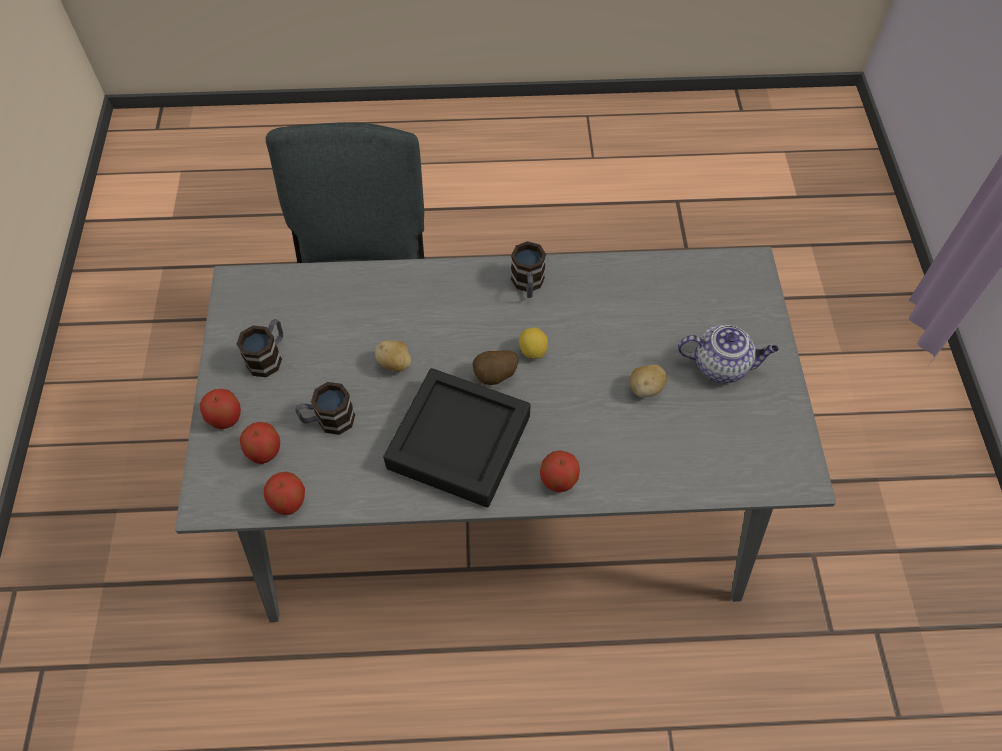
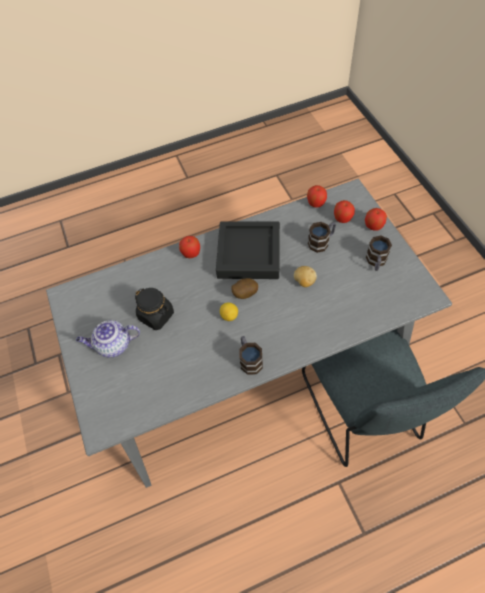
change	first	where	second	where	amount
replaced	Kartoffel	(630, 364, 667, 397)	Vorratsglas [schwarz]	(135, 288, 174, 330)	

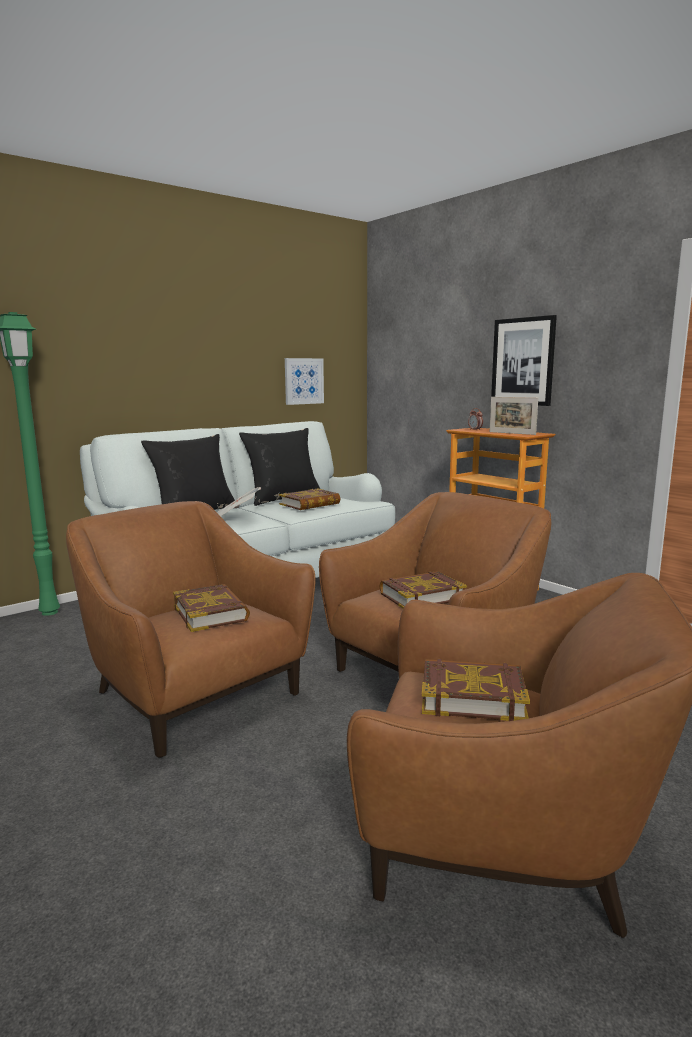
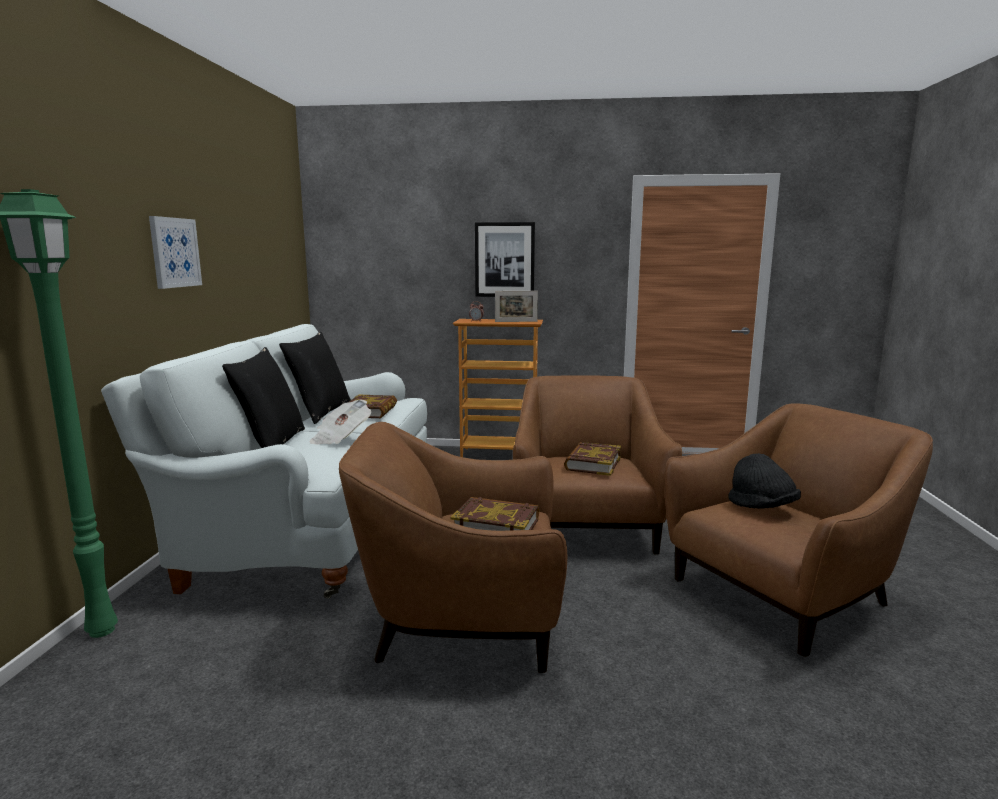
change	first	where	second	where	amount
moved	Bild	(285, 358, 324, 405)		(149, 216, 202, 289)	
replaced	Buch	(422, 659, 530, 721)	Hut [schwarz]	(728, 453, 801, 509)	

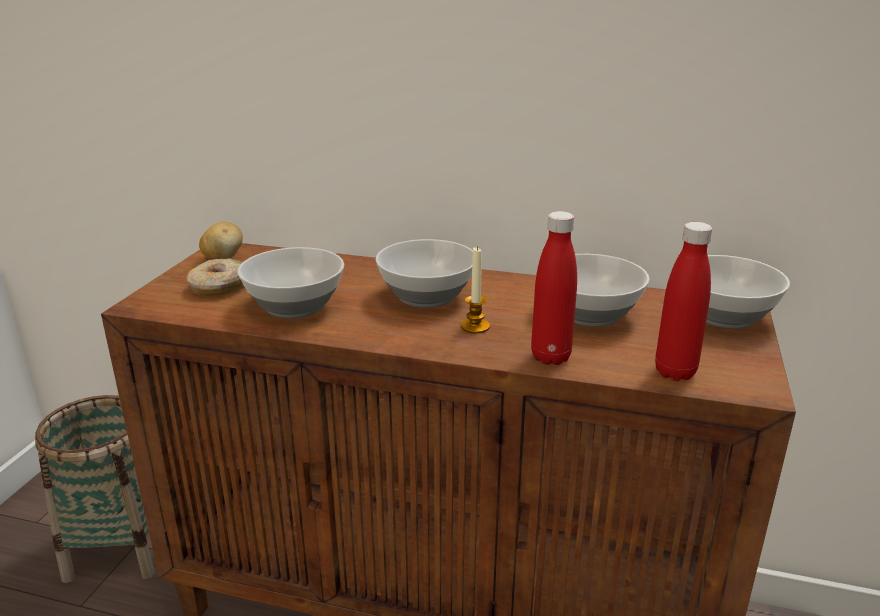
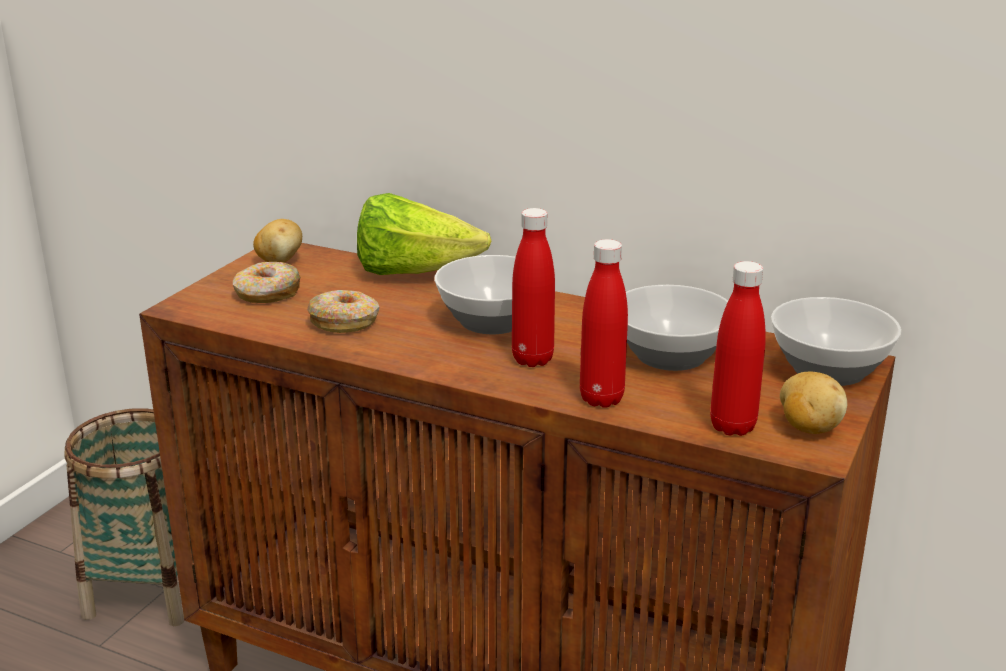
change	first	where	second	where	amount
replaced	Schüssel	(238, 247, 344, 319)	Donut	(307, 290, 379, 333)	
added			Salatkopf	(357, 193, 491, 275)	
replaced	Kerze	(461, 246, 490, 334)	Flasche [rot]	(512, 208, 555, 367)	
added			Kartoffel	(780, 372, 847, 434)	

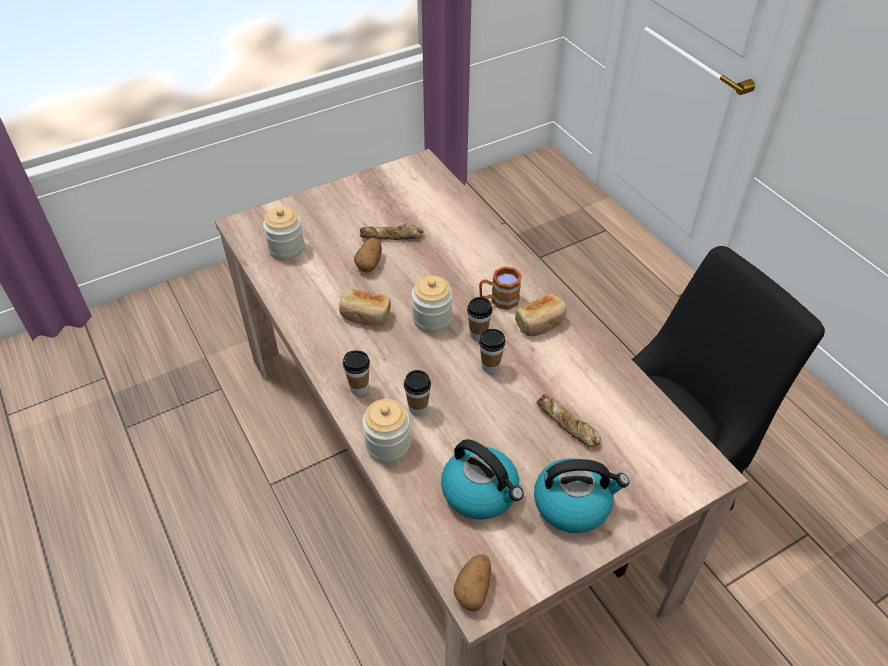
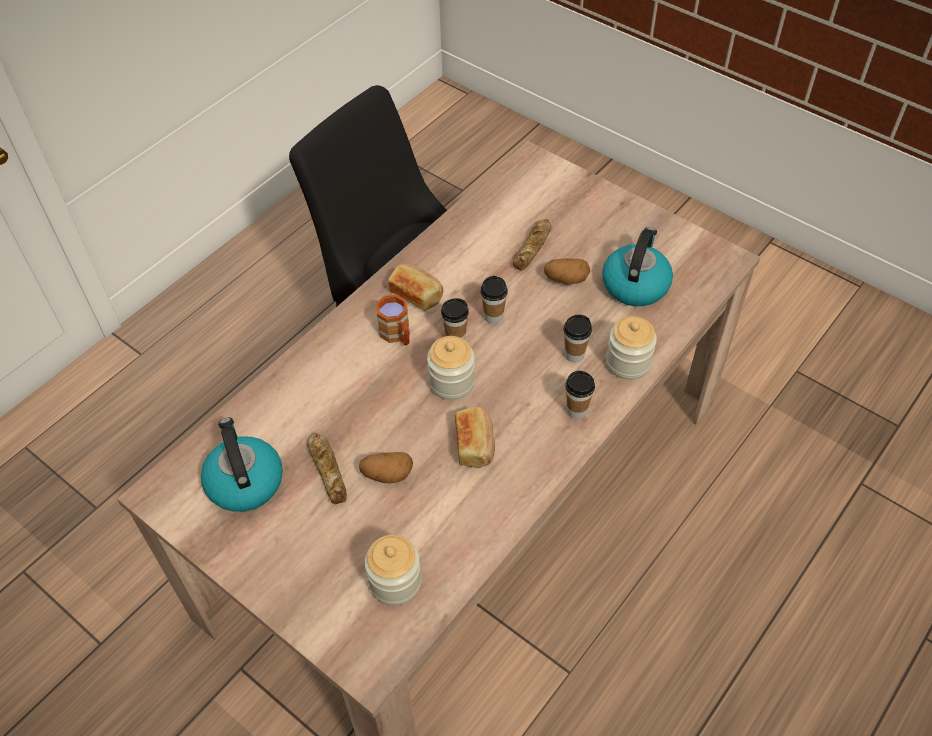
change	first	where	second	where	amount
moved	Wasserkessel	(534, 458, 629, 533)		(201, 418, 283, 512)	
moved	Kartoffel	(454, 554, 491, 612)		(544, 258, 590, 284)	

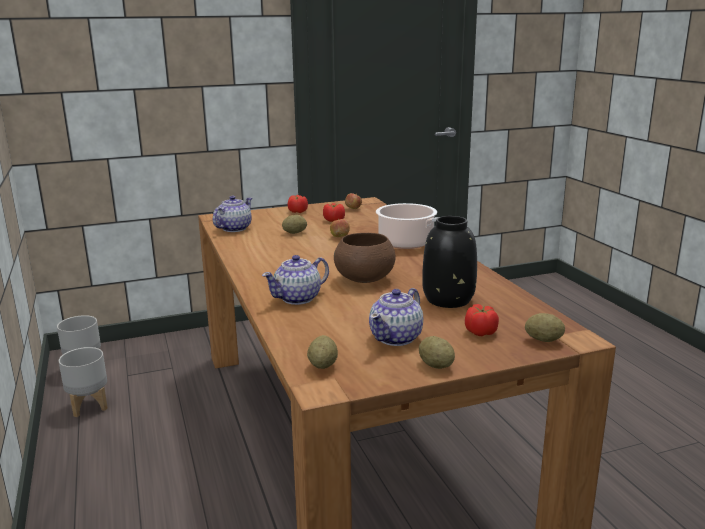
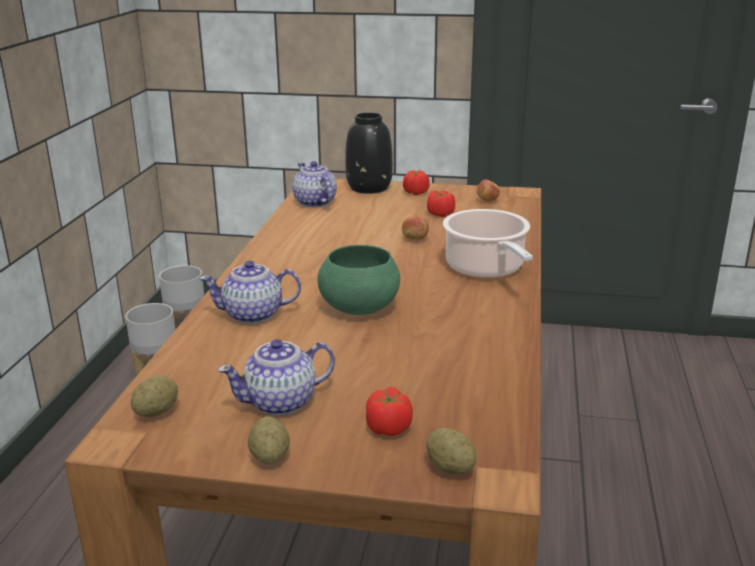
change	first	where	second	where	amount
turned	Teekanne	(213, 196, 252, 232)		(292, 161, 337, 207)	90 degrees counterclockwise
recoloured	Schüssel [braun]	(334, 233, 396, 283)	Schüssel [grün]	(317, 245, 400, 315)	
moved	Vase [schwarz]	(422, 216, 477, 308)		(345, 112, 393, 194)	
removed	Kartoffel	(282, 215, 307, 234)			

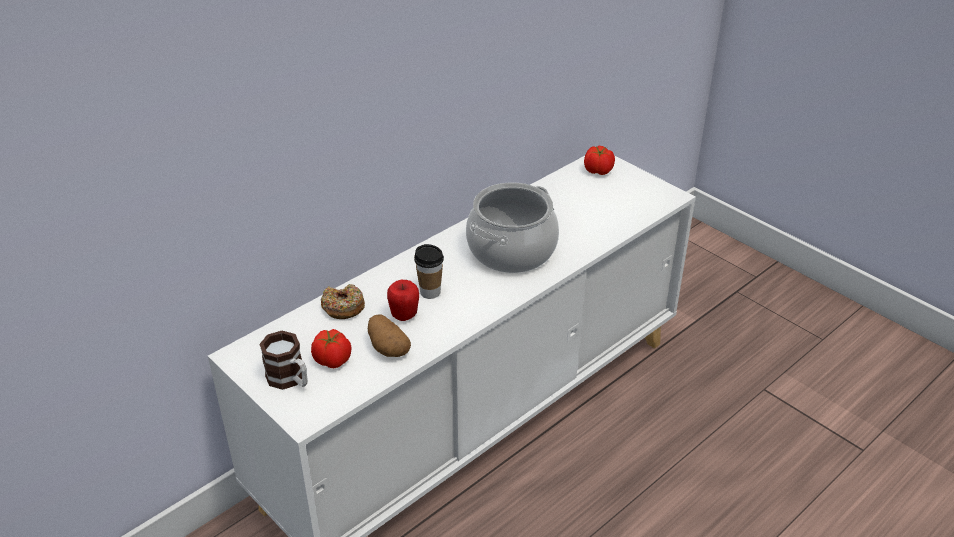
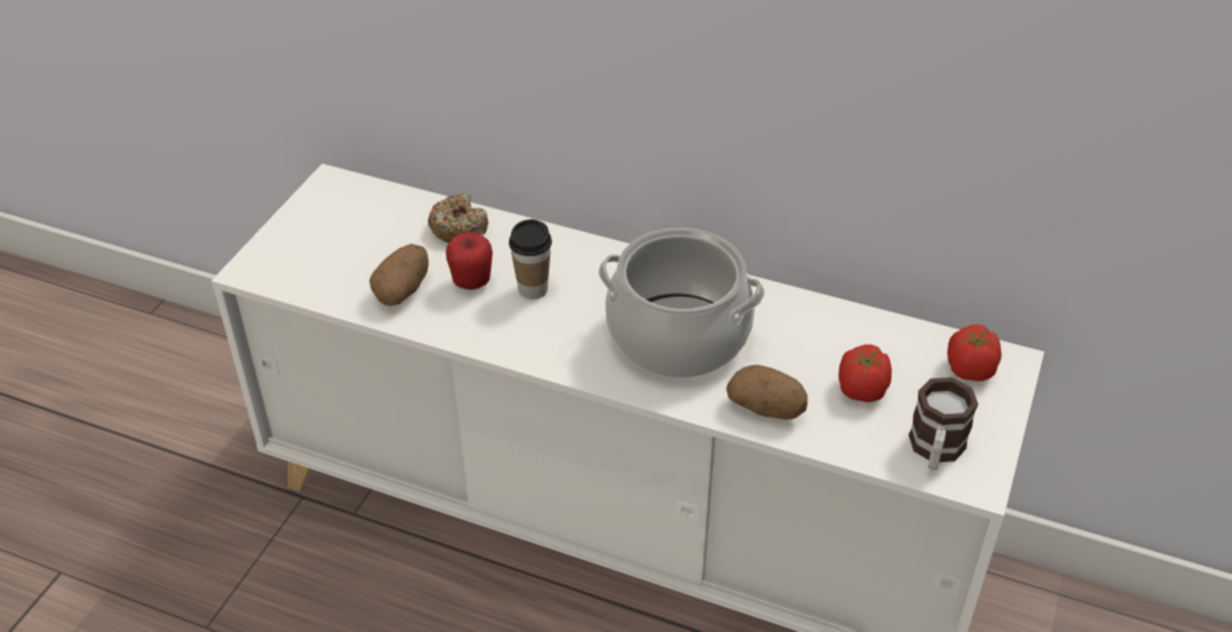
change	first	where	second	where	amount
added			Kartoffel	(726, 365, 808, 420)	
moved	Tomate	(311, 329, 351, 368)		(838, 345, 892, 402)	
moved	Henkelbecher	(259, 331, 308, 390)		(909, 377, 978, 470)	

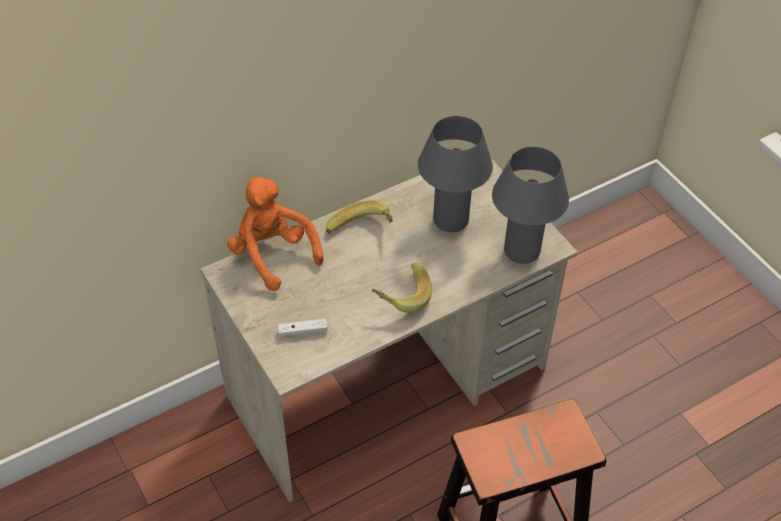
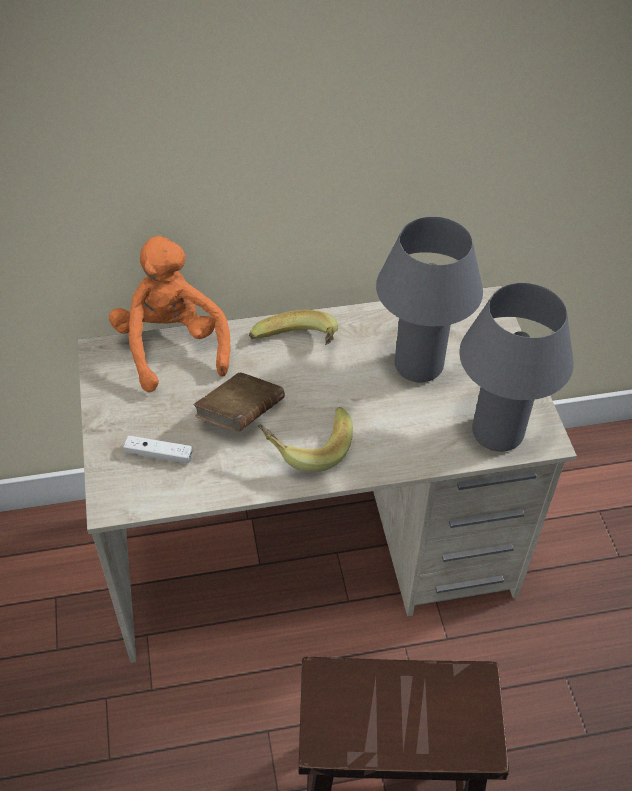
change	first	where	second	where	amount
added			Buch [braun]	(194, 372, 285, 431)	

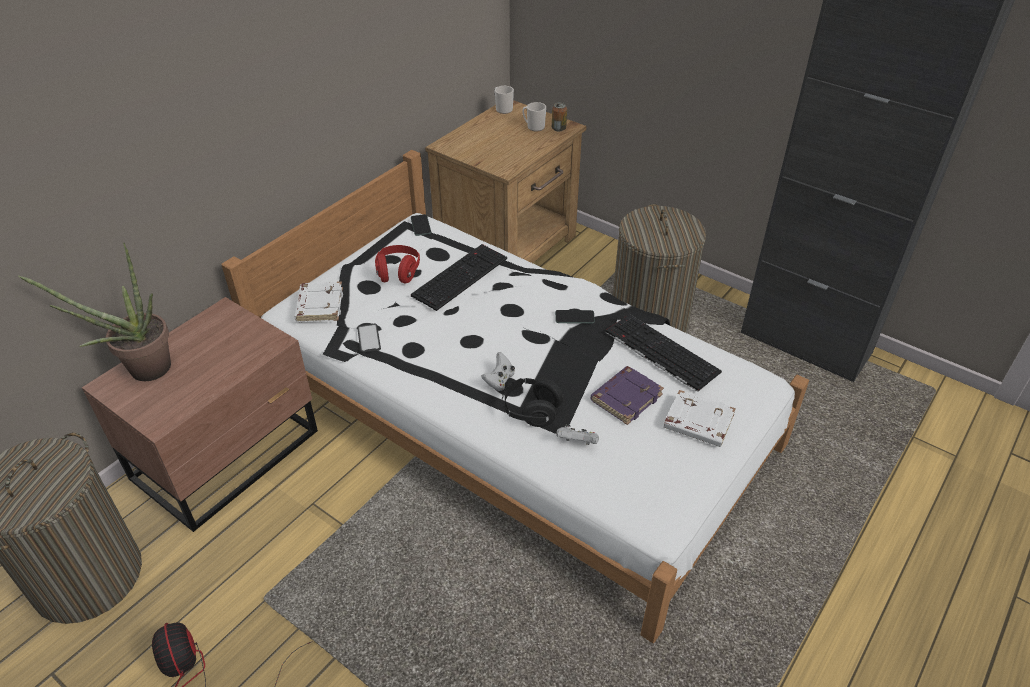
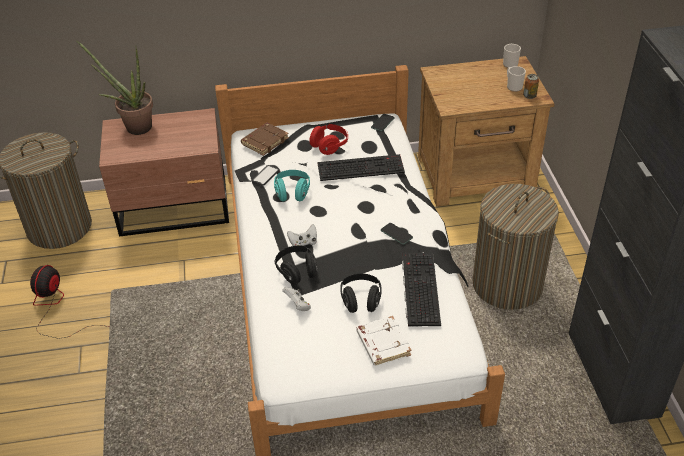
change	first	where	second	where	amount
recoloured	Buch [weiß]	(294, 281, 343, 322)	Buch [braun]	(241, 123, 289, 156)	
added			Kopfhörer [türkis]	(274, 170, 310, 202)	
replaced	Buch [lila]	(590, 366, 664, 425)	Kopfhörer [schwarz]	(340, 274, 382, 313)	

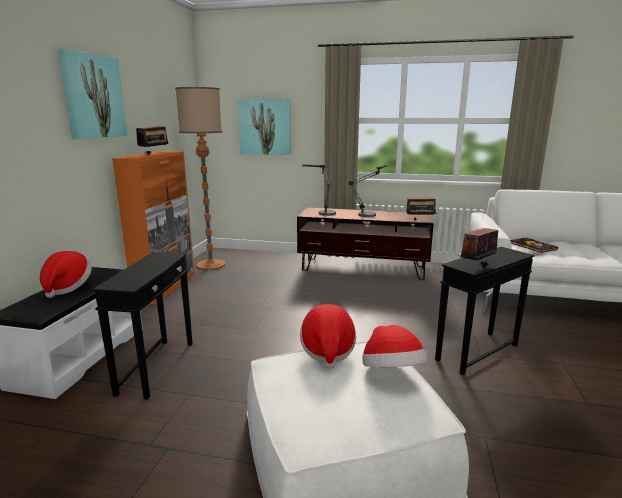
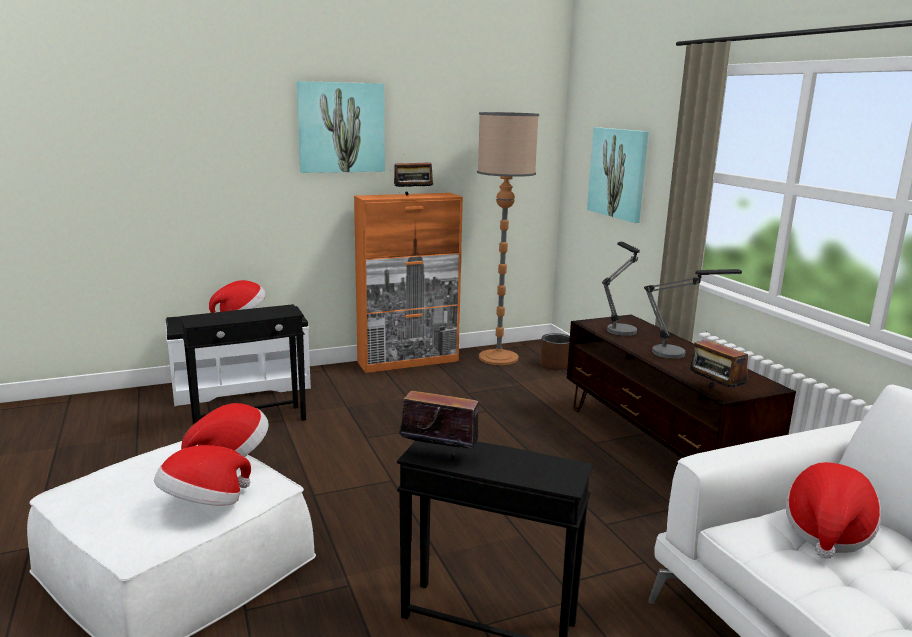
change	first	where	second	where	amount
added			Pflanzkübel [braun]	(540, 333, 570, 370)	
replaced	Buch	(510, 237, 558, 253)	Hut	(785, 462, 881, 559)	

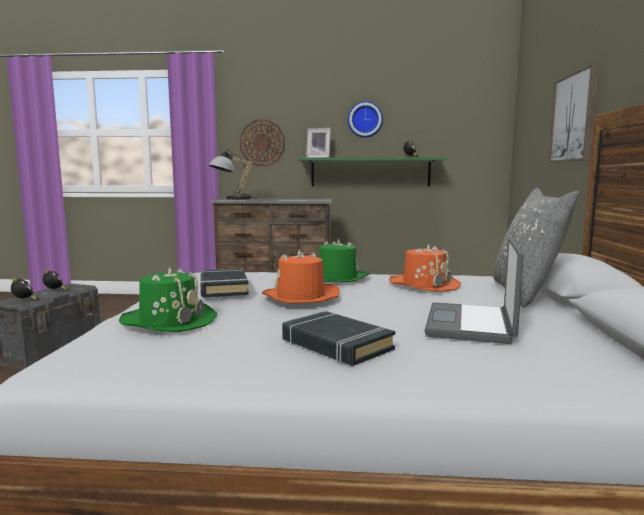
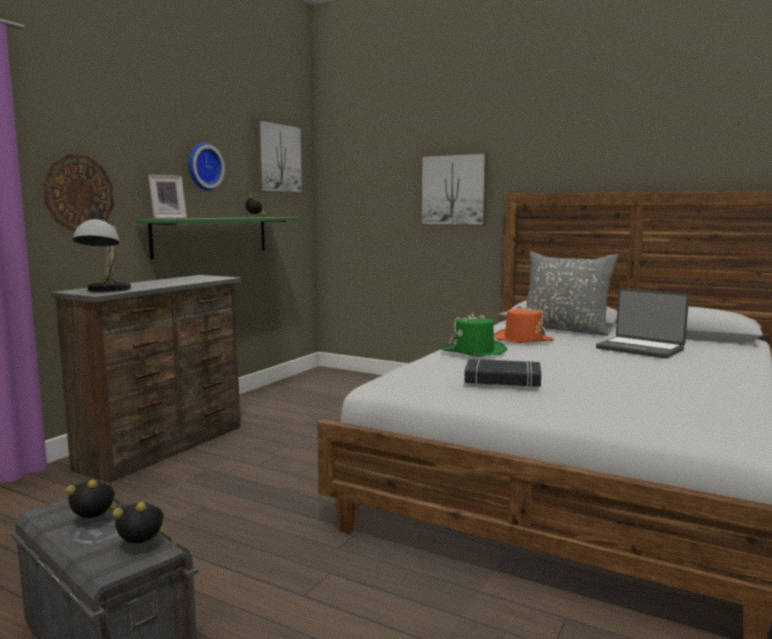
change	first	where	second	where	amount
added			Bild	(255, 118, 304, 194)	
removed	Hut [grün]	(119, 267, 217, 332)			
removed	Hut [orange]	(262, 250, 340, 304)			
removed	Buch [schwarz]	(282, 311, 395, 366)			

